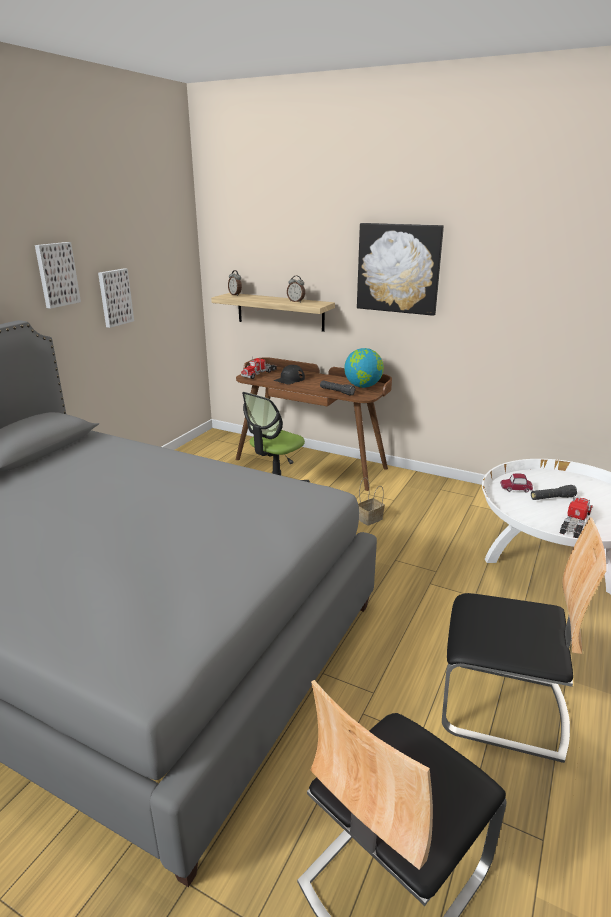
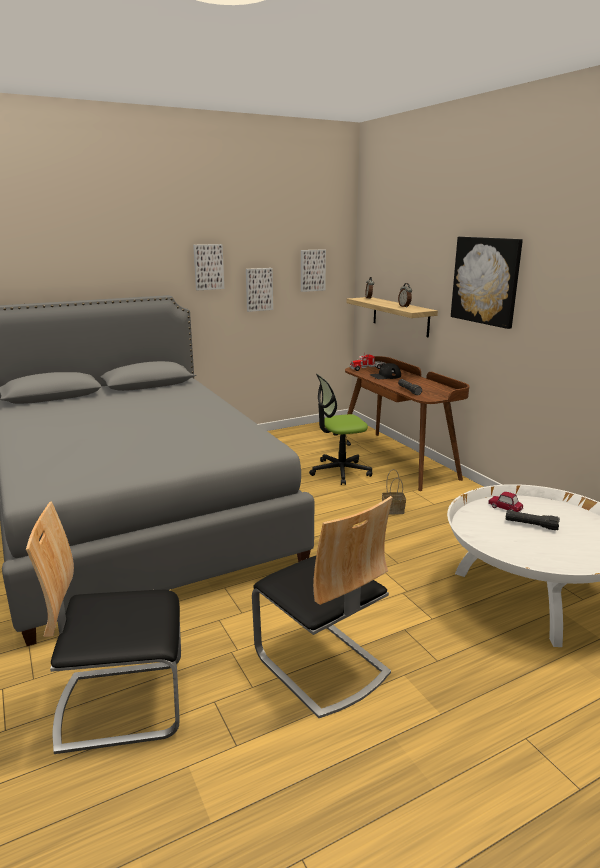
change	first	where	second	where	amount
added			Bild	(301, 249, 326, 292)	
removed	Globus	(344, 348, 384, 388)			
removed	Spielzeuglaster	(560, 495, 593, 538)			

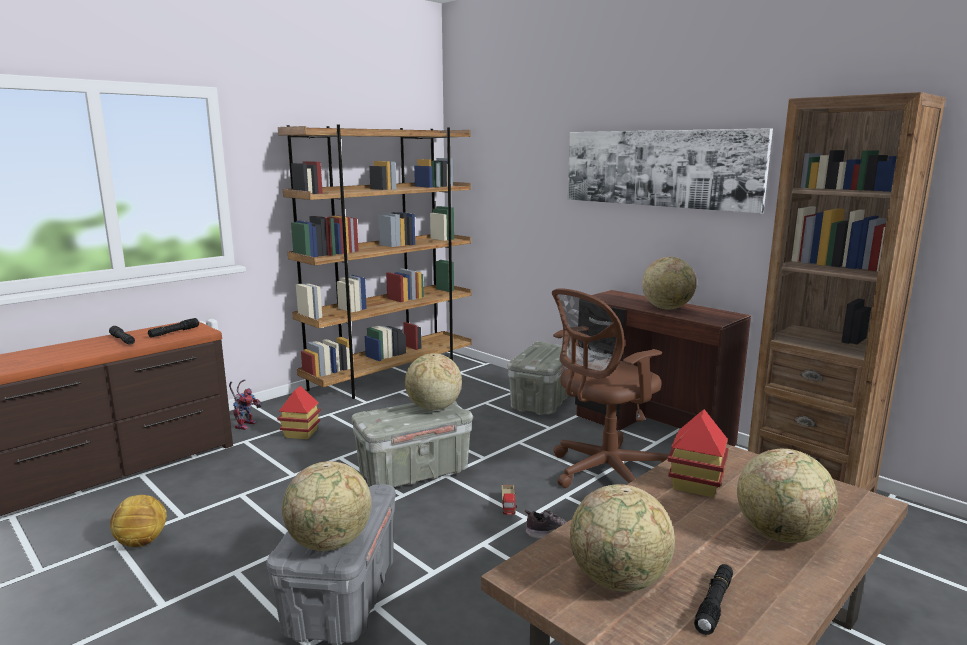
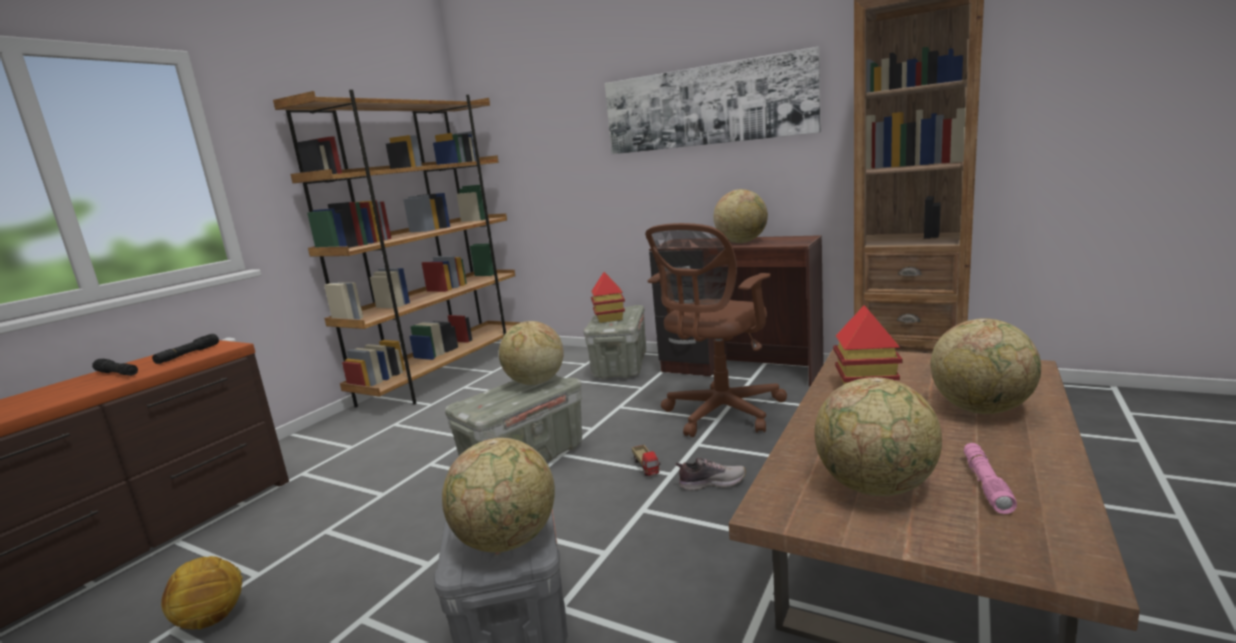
change	first	where	second	where	amount
moved	Spielzeughaus	(277, 386, 321, 439)		(591, 272, 625, 323)	
recoloured	Taschenlampe [schwarz]	(694, 564, 733, 635)	Taschenlampe [rosa]	(964, 443, 1017, 514)	
removed	Spielzeugroboter	(229, 379, 262, 430)			

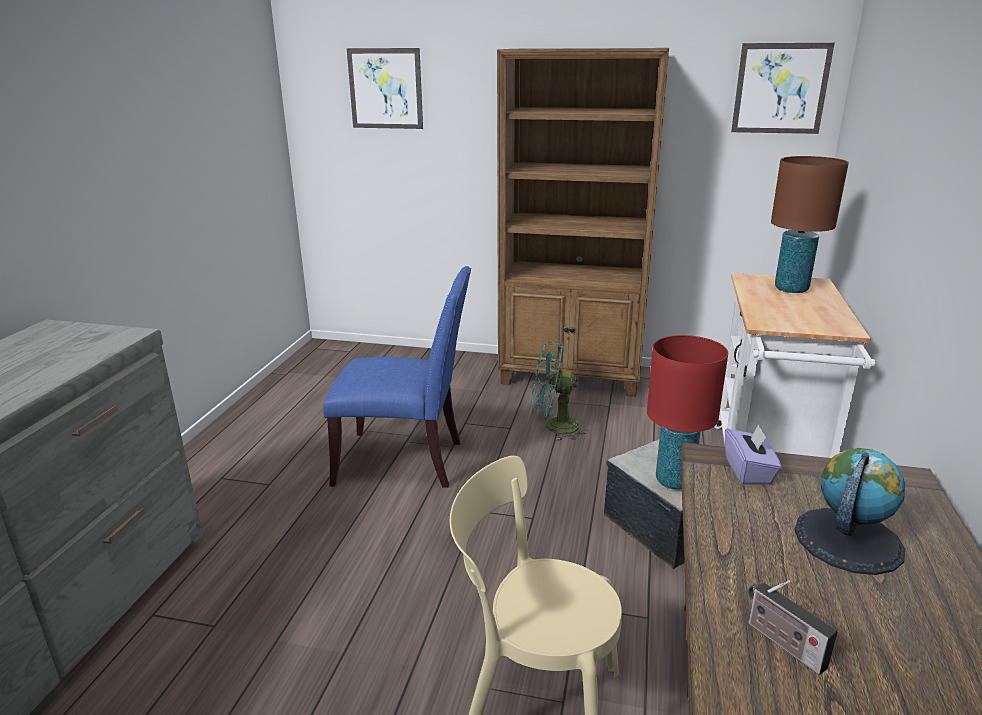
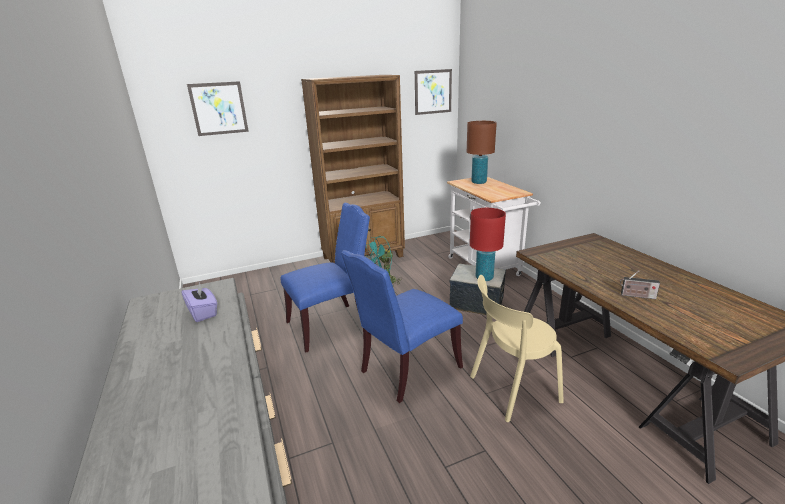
change	first	where	second	where	amount
moved	Taschentuchbox [lila]	(725, 424, 782, 485)		(181, 283, 217, 322)	
added			Stuhl [blau]	(341, 250, 463, 403)	
removed	Globus	(795, 448, 905, 575)			

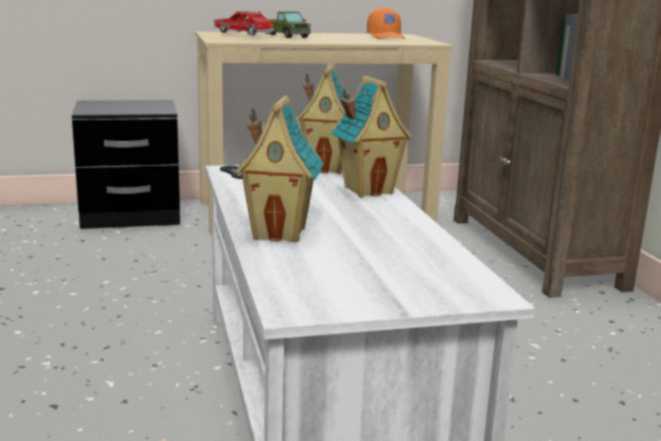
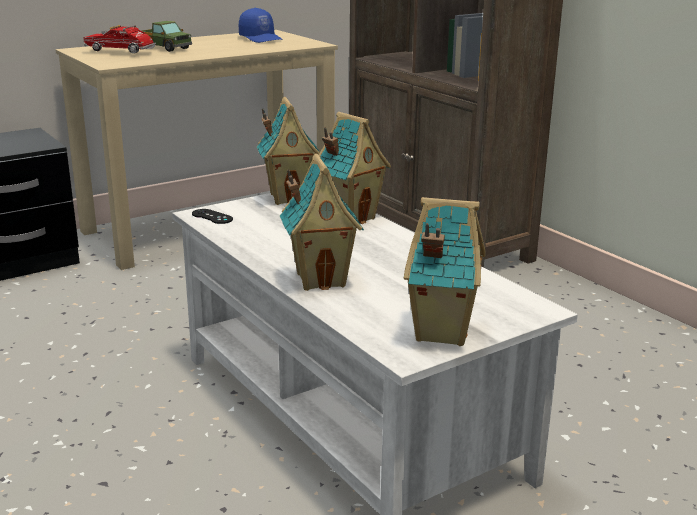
change	first	where	second	where	amount
recoloured	Kappe [orange]	(367, 7, 405, 39)	Kappe [blau]	(239, 8, 283, 43)	
added			Spielzeughaus	(404, 197, 486, 346)	

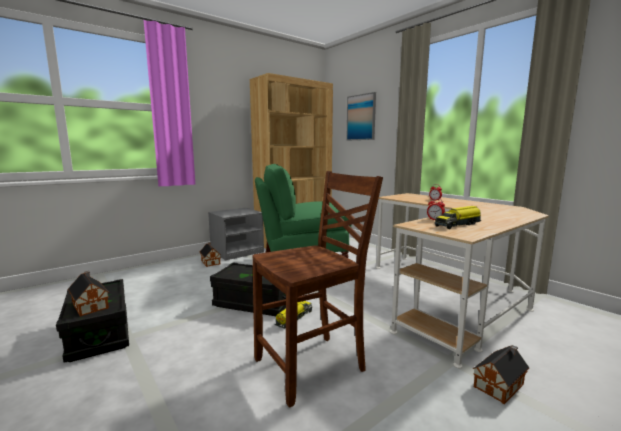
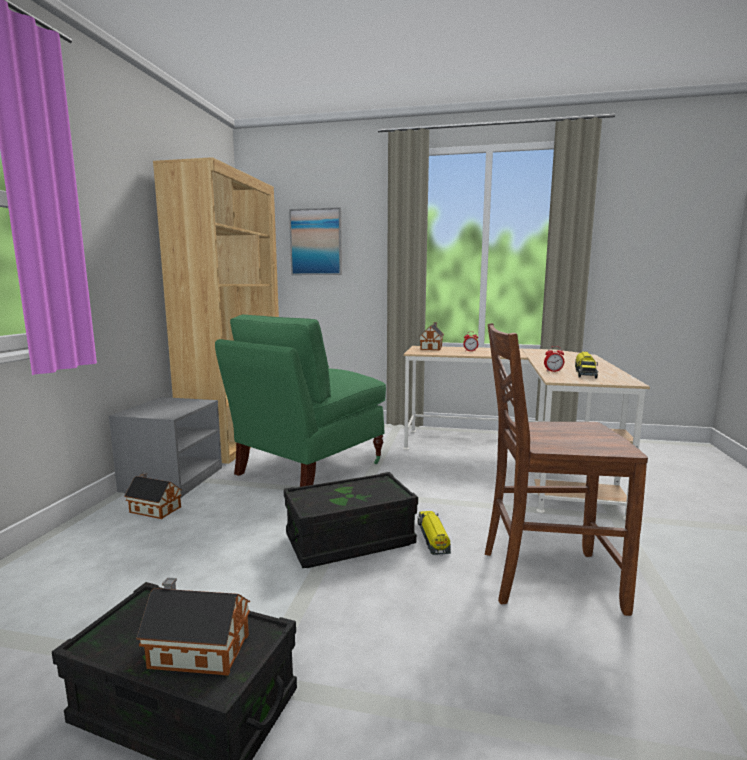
change	first	where	second	where	amount
moved	Spielzeughaus	(473, 345, 530, 404)		(419, 322, 444, 350)	
turned	Stuhl [braun]	(252, 171, 383, 408)		(485, 323, 648, 616)	105 degrees counterclockwise

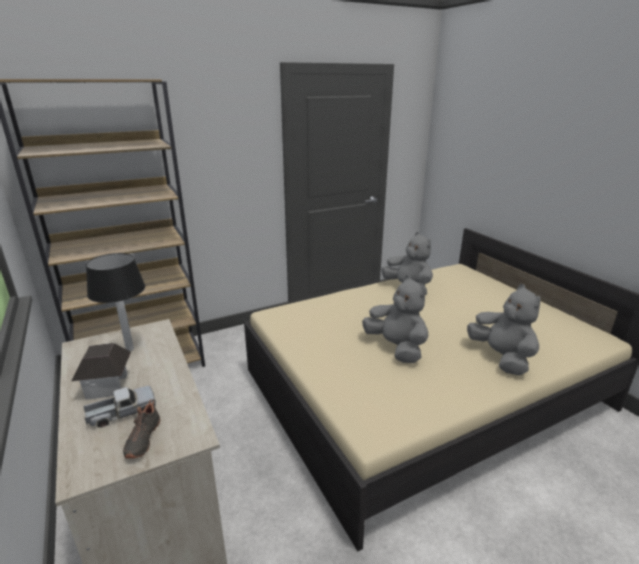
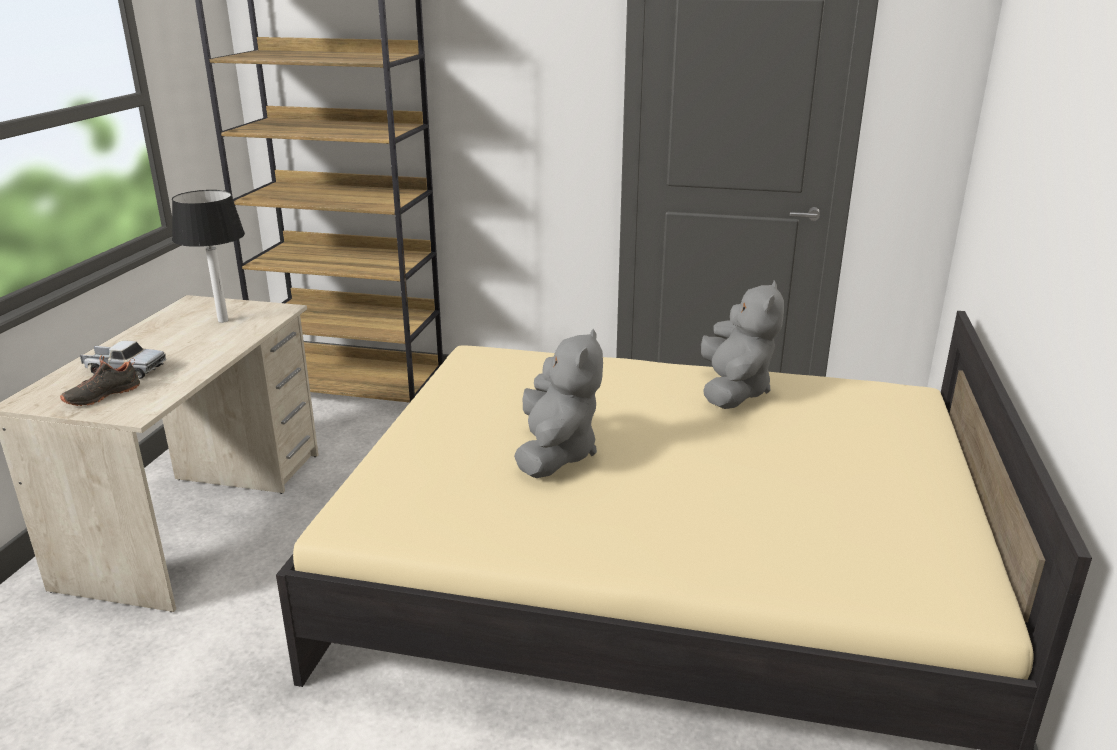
change	first	where	second	where	amount
removed	Spielzeughaus	(71, 343, 131, 399)			
removed	Plüschtier [grau]	(467, 284, 541, 376)			

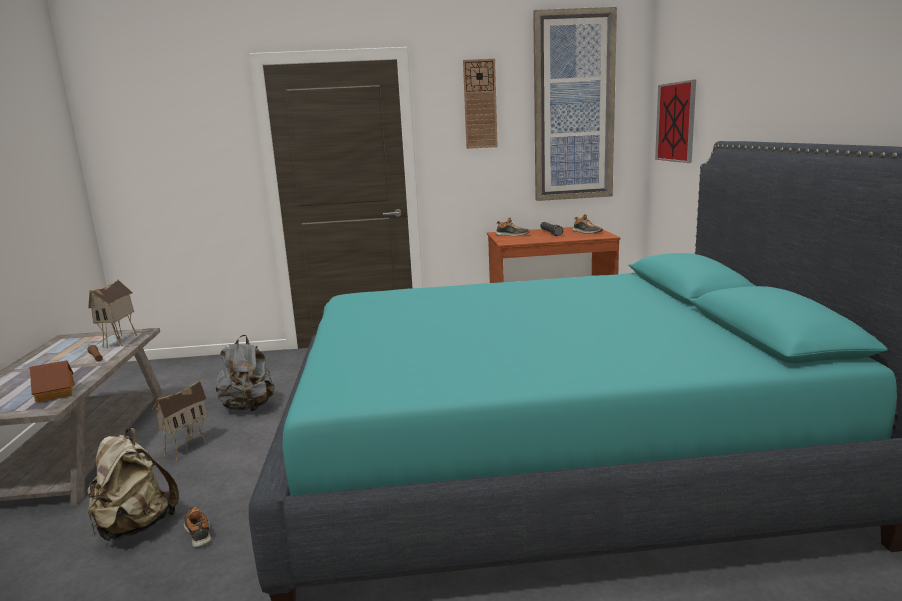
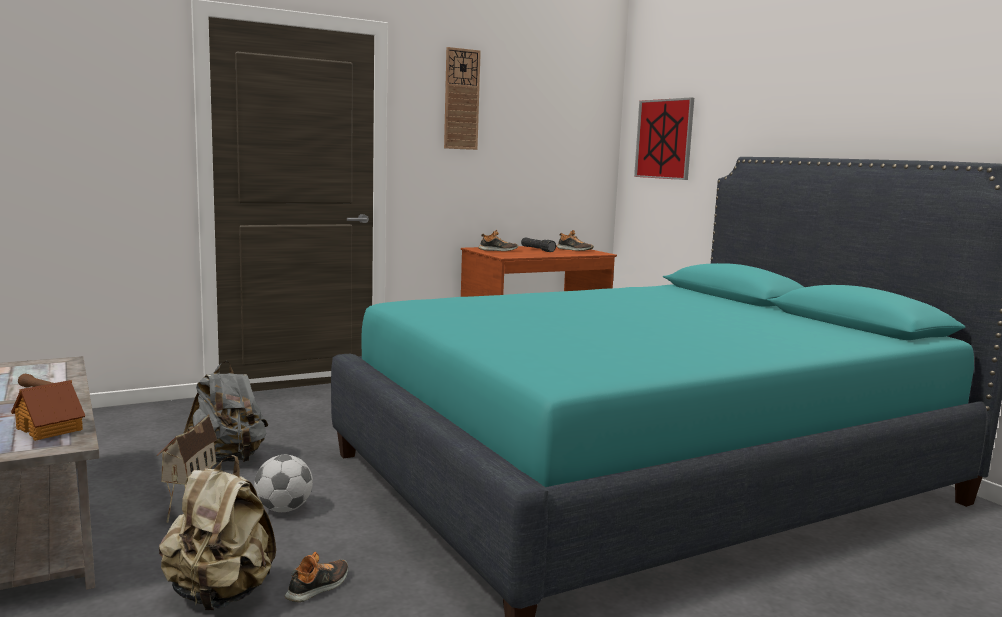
change	first	where	second	where	amount
added			Fußball	(254, 455, 313, 512)	
turned	Schuh	(184, 507, 211, 548)		(285, 552, 348, 602)	90 degrees clockwise
removed	Spielzeughaus	(88, 279, 137, 348)			
removed	Bild	(533, 7, 617, 201)			

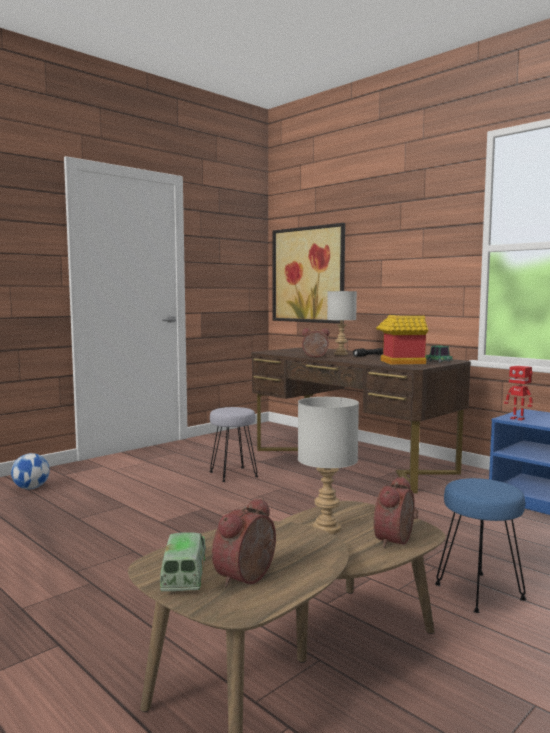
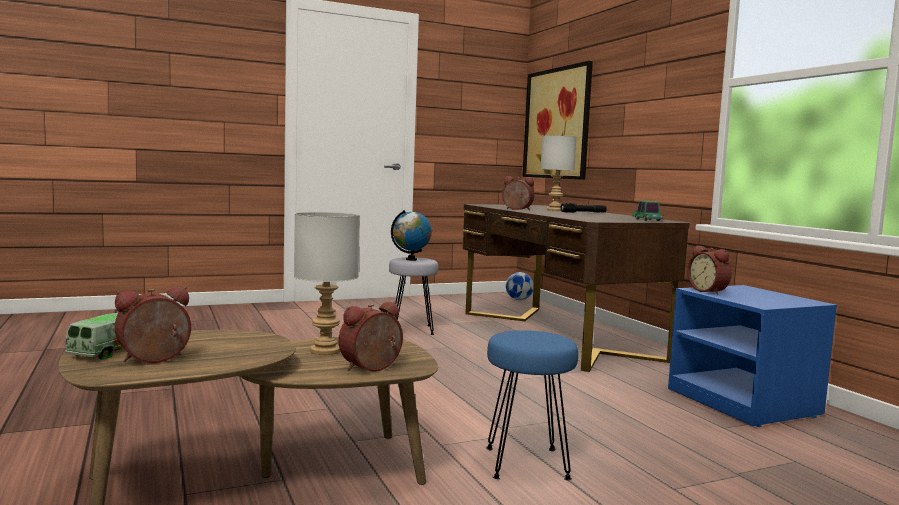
change	first	where	second	where	amount
added			Globus	(391, 210, 432, 261)	
moved	Fußball	(11, 453, 50, 489)		(506, 272, 534, 300)	
replaced	Spielzeugroboter	(504, 366, 533, 421)	Wecker	(687, 246, 732, 295)	
removed	Spielzeughaus	(376, 315, 428, 365)			

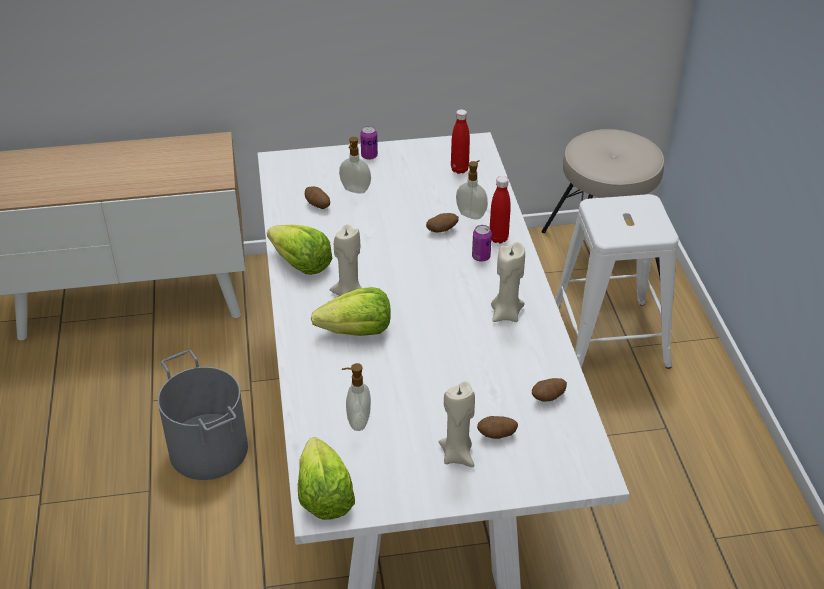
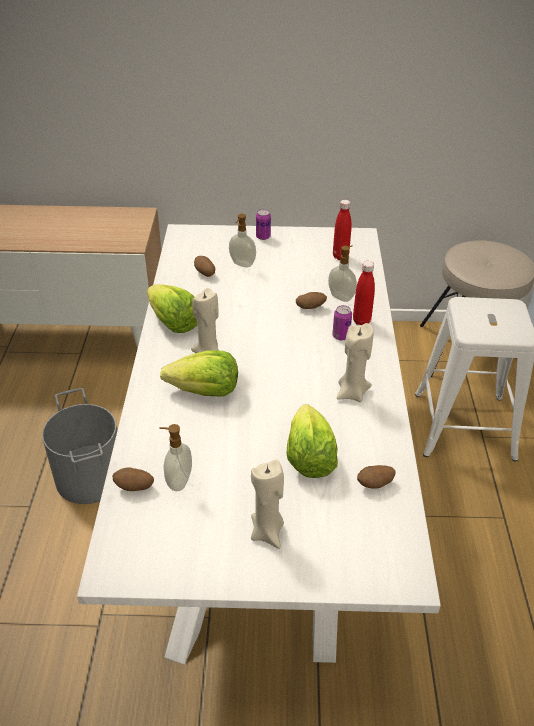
change	first	where	second	where	amount
moved	Kartoffel	(477, 416, 518, 439)		(112, 468, 154, 491)	
moved	Salatkopf	(298, 437, 355, 520)		(287, 404, 338, 478)	

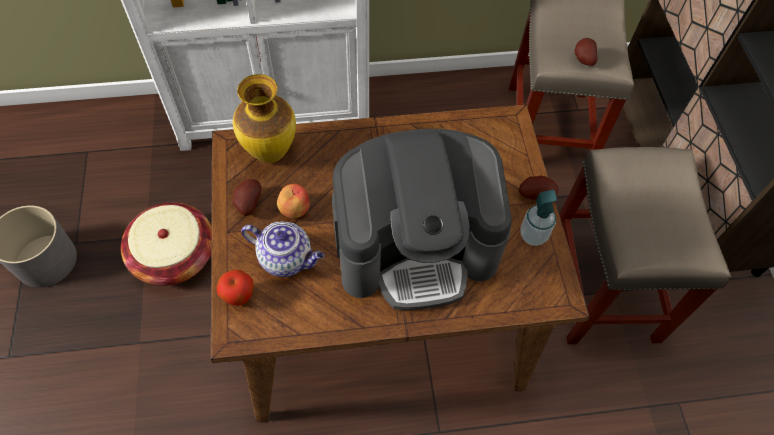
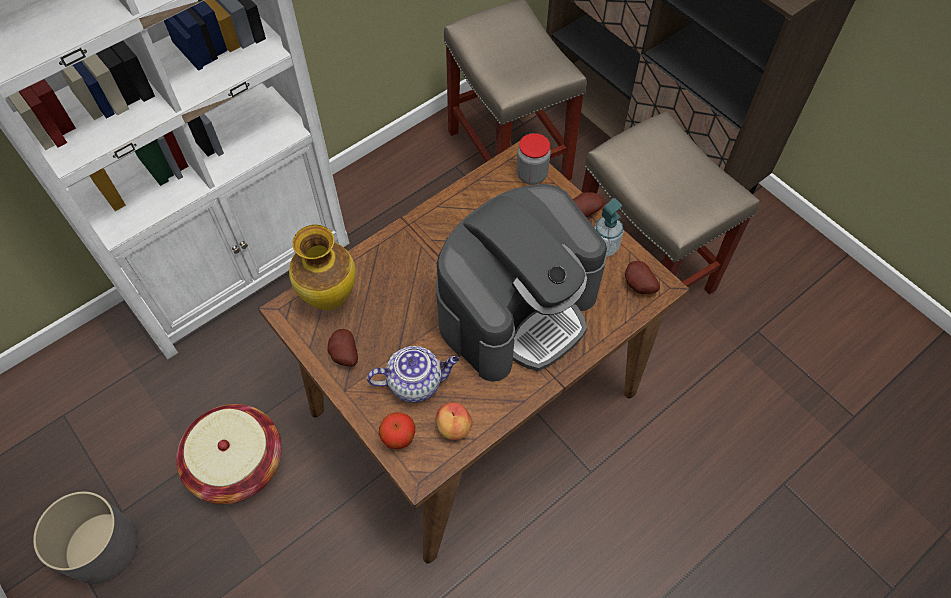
change	first	where	second	where	amount
moved	Apfel	(277, 184, 310, 219)		(436, 402, 472, 440)	
added			Vorratsglas	(516, 133, 551, 185)	
moved	Kartoffel	(574, 38, 597, 66)		(625, 261, 660, 294)	

